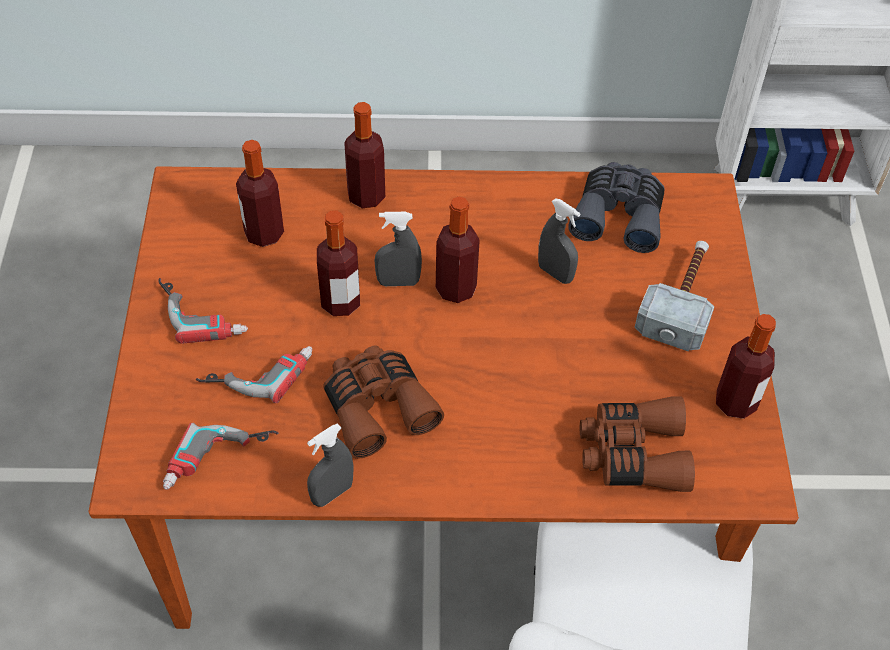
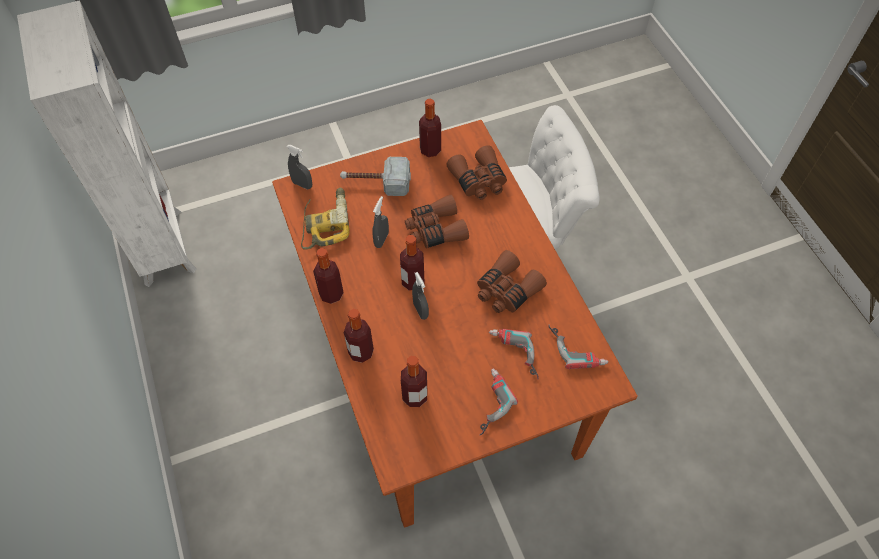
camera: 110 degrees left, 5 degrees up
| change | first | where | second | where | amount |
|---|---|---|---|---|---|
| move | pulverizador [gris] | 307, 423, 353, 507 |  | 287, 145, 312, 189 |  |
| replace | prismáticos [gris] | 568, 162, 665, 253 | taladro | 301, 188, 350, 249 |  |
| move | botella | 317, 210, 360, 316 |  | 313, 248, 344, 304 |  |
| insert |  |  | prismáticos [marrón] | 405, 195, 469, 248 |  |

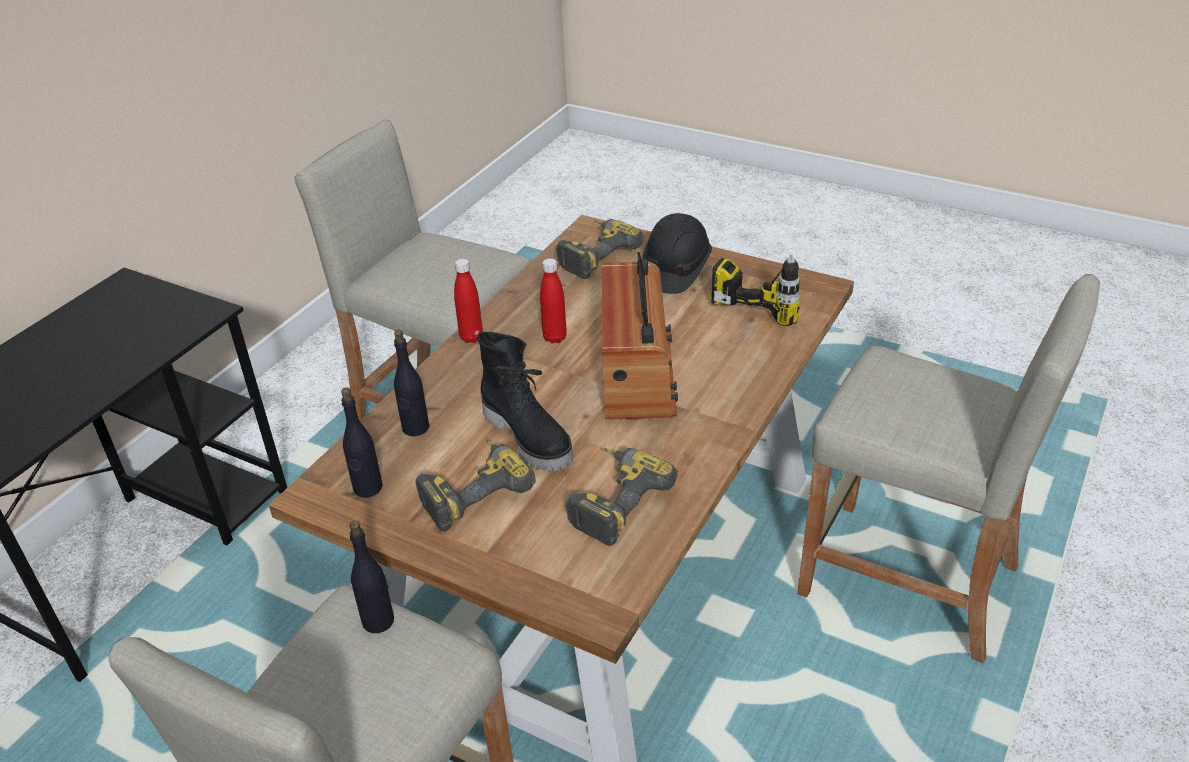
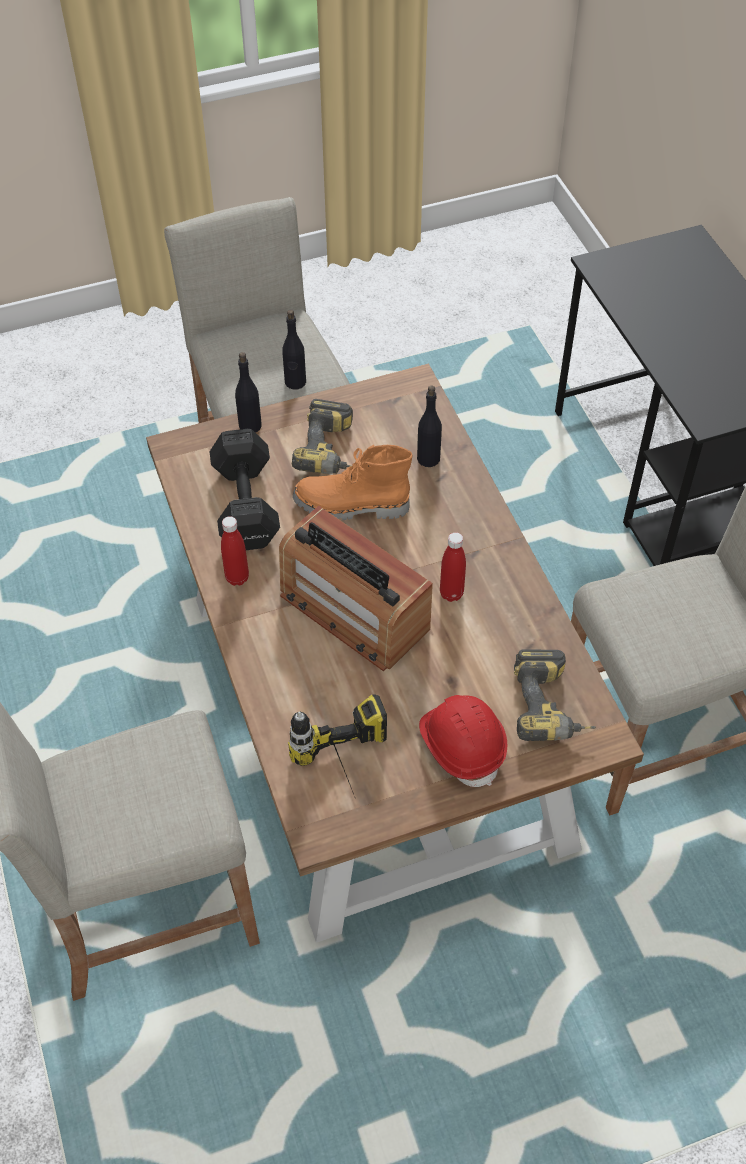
camera: 130 degrees right, 15 degrees up
| change | first | where | second | where | amount |
|---|---|---|---|---|---|
| replace | taladro | 566, 448, 678, 546 | mancuerna [negro] | 210, 429, 280, 550 |  |
| move | botella [rojo] | 454, 259, 483, 343 |  | 221, 516, 249, 586 |  |
| move | botella [negro] | 341, 388, 383, 498 |  | 235, 352, 262, 433 |  |
| recolor | bota [negro] | 477, 332, 573, 471 | bota [naranja] | 293, 445, 413, 520 |  |
| recolor | casco [negro] | 642, 213, 712, 294 | casco [rojo] | 419, 695, 507, 787 |  |

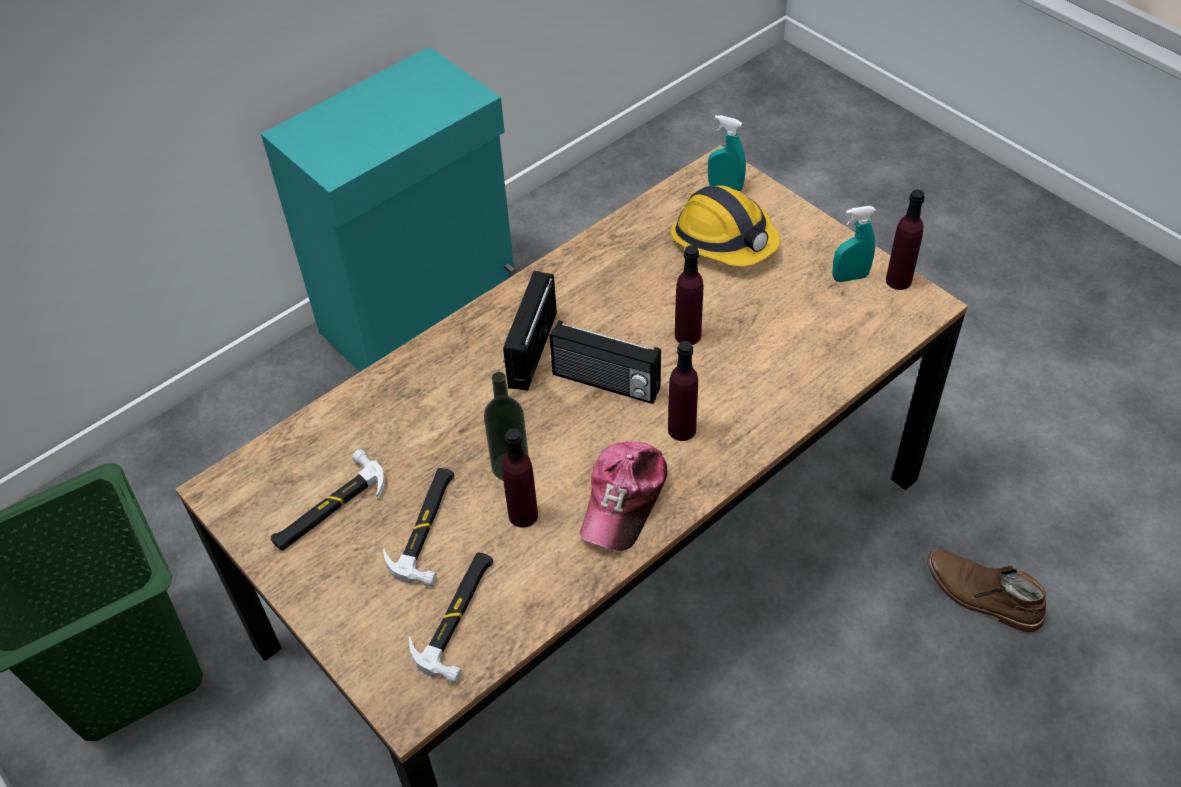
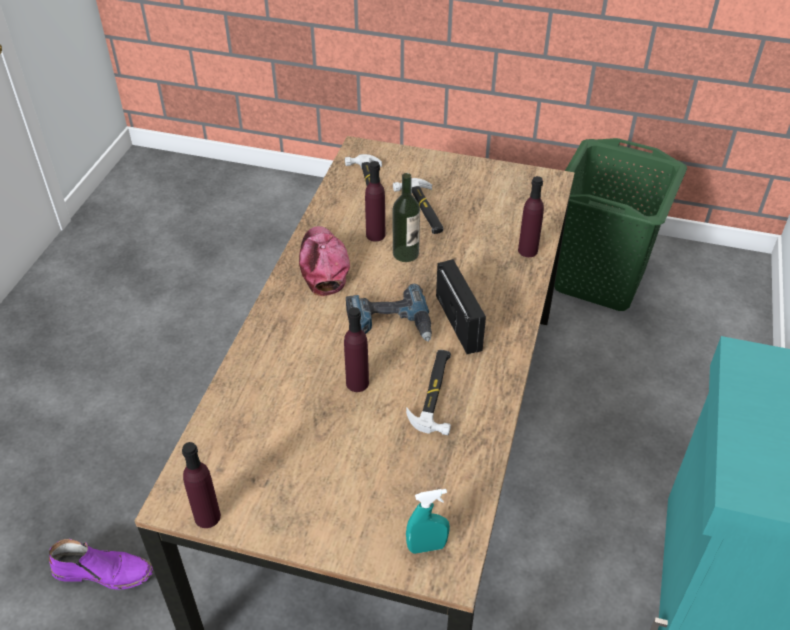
camera: 145 degrees right, 5 degrees down
| change | first | where | second | where | amount |
|---|---|---|---|---|---|
| recolor | bota [marrón] | 927, 549, 1046, 632 | bota [morado] | 49, 539, 153, 590 |  |
| replace | radio | 549, 320, 661, 404 | taladro | 346, 283, 432, 342 |  |
| move | martillo | 271, 449, 385, 550 |  | 406, 350, 451, 435 |  |
| move | botella [morado] | 668, 341, 698, 441 |  | 518, 176, 544, 257 |  |
| delete | casco | 670, 185, 780, 267 |  |  |  |
| delete | pulverizador [turquesa] | 832, 206, 876, 282 |  |  |  |

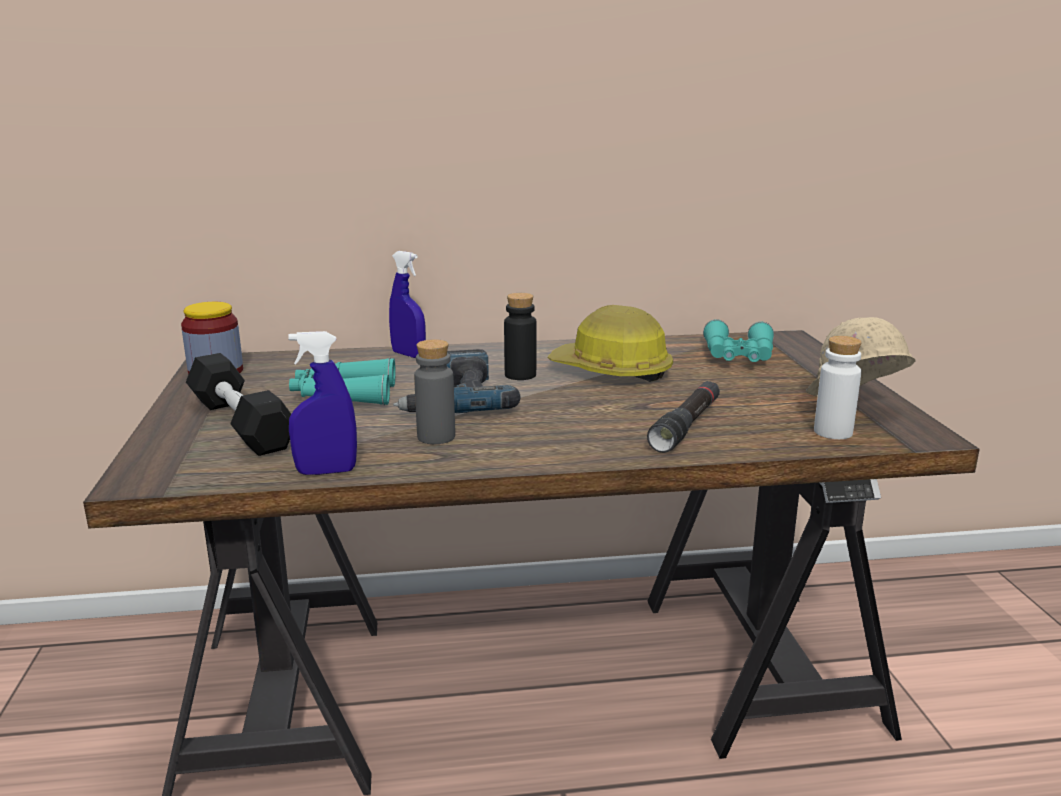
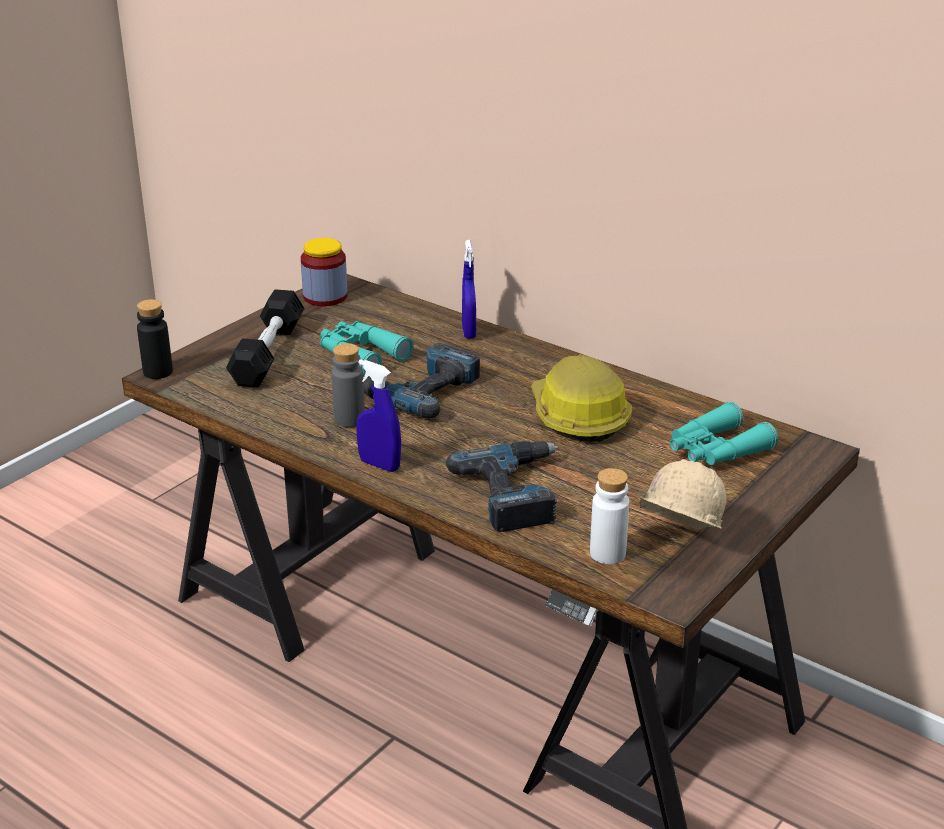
camera: 45 degrees right, 10 degrees up
| change | first | where | second | where | amount |
|---|---|---|---|---|---|
| move | botella [negro] | 504, 293, 537, 380 |  | 137, 299, 173, 379 |  |
| move | pulverizador [azul] | 288, 331, 357, 475 |  | 356, 359, 401, 472 |  |
| replace | linterna [negro] | 647, 381, 720, 453 | taladro | 446, 441, 558, 532 |  |

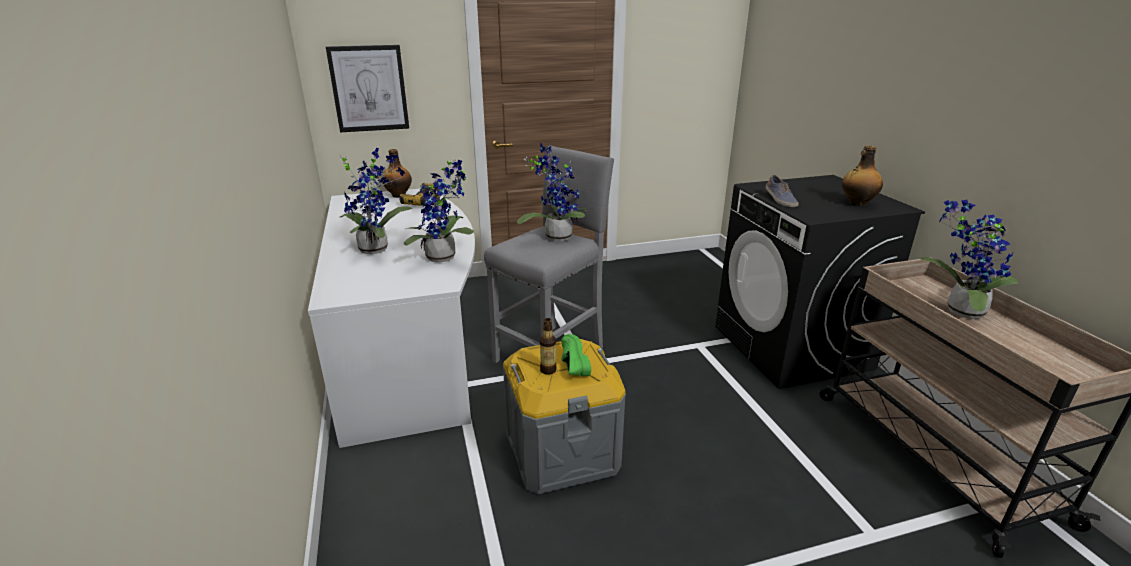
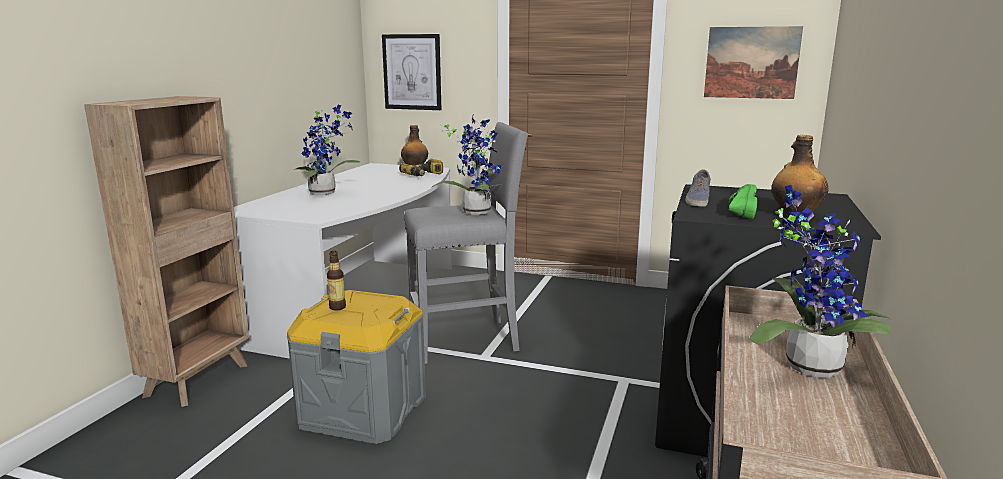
camera: 35 degrees right, 10 degrees down
| change | first | where | second | where | amount |
|---|---|---|---|---|---|
| insert |  |  | estantería [marrón] | 84, 96, 249, 407 |  |
| insert |  |  | cuadro | 704, 26, 803, 99 |  |
| move | zapato [verde] | 561, 334, 591, 376 |  | 729, 184, 758, 219 |  |
| delete | planta en maceta | 404, 158, 474, 262 |  |  |  |

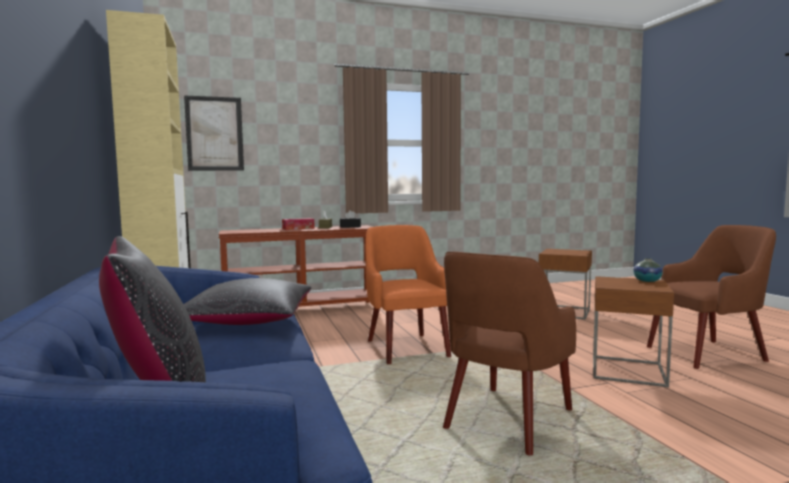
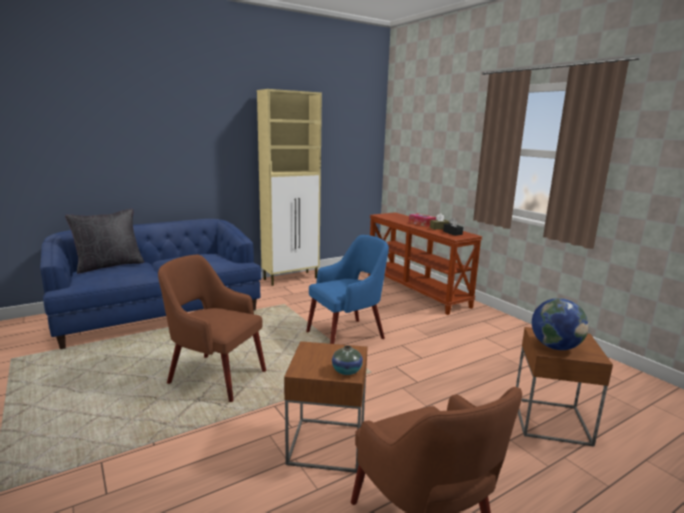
camera: 75 degrees right, 10 degrees up
| change | first | where | second | where | amount |
|---|---|---|---|---|---|
| recolor | sillón [naranja] | 365, 225, 451, 364 | sillón [azul] | 306, 235, 389, 344 |  |
| insert |  |  | globo terráqueo | 532, 298, 589, 350 |  |
| delete | cuadro | 184, 95, 244, 170 |  |  |  |
| delete | cojín [negro] | 184, 278, 311, 325 |  |  |  |

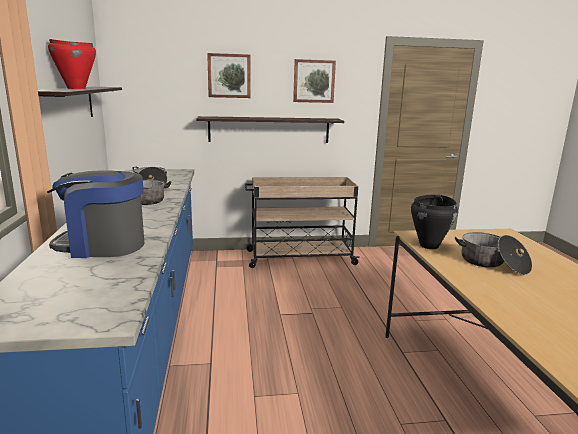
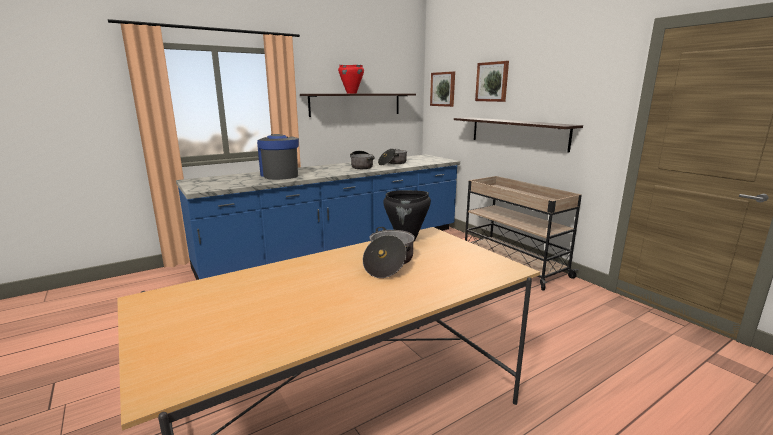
camera: 65 degrees right, 0 degrees up
| change | first | where | second | where | amount |
|---|---|---|---|---|---|
| move | cuadro | 293, 59, 336, 103 |  | 430, 71, 455, 107 |  |

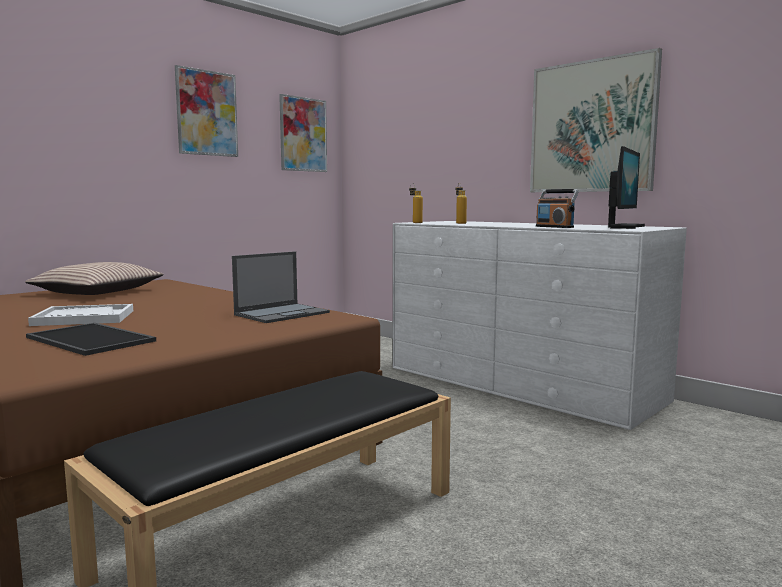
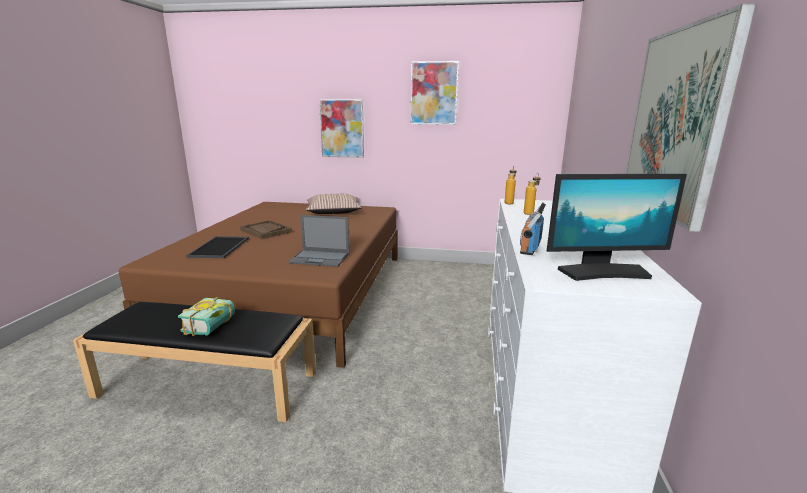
camera: 55 degrees right, 10 degrees up
| change | first | where | second | where | amount |
|---|---|---|---|---|---|
| insert |  |  | libro | 178, 297, 235, 336 |  |
| recolor | bandeja [blanco] | 28, 304, 133, 326 | bandeja [marrón] | 240, 220, 292, 239 |  |
| move | cuadro | 279, 94, 327, 172 |  | 319, 99, 364, 158 |  |

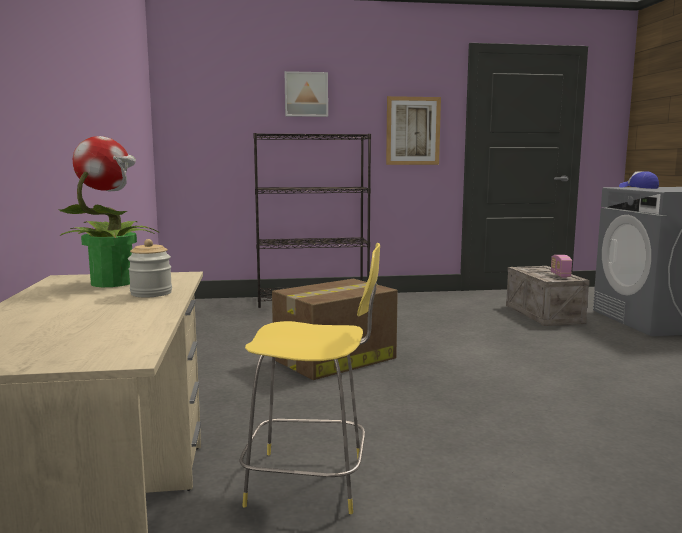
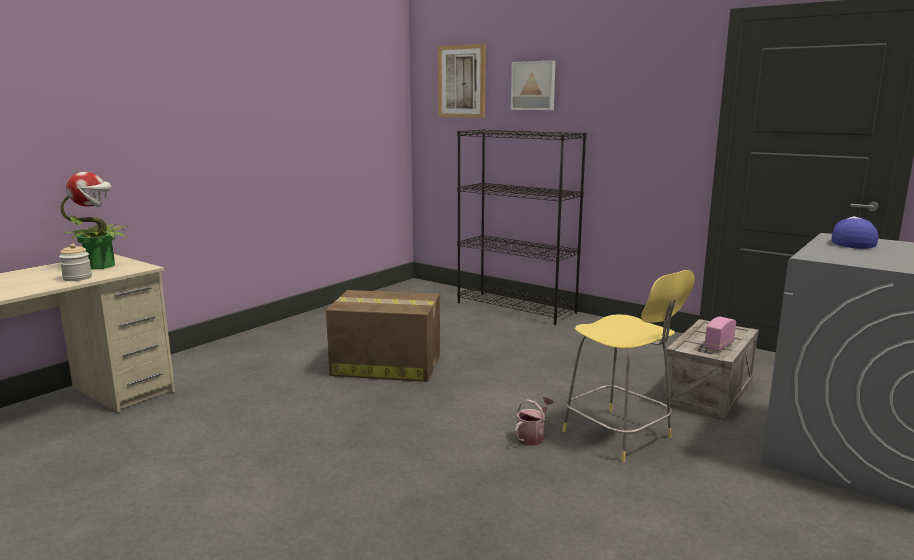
camera: 45 degrees right, 5 degrees up
| change | first | where | second | where | amount |
|---|---|---|---|---|---|
| move | cuadro | 386, 96, 441, 165 |  | 438, 44, 486, 118 |  |
| insert |  |  | regadera | 515, 397, 554, 446 |  |
| move | taburete [amarillo] | 239, 243, 380, 514 |  | 562, 270, 695, 462 |  |

